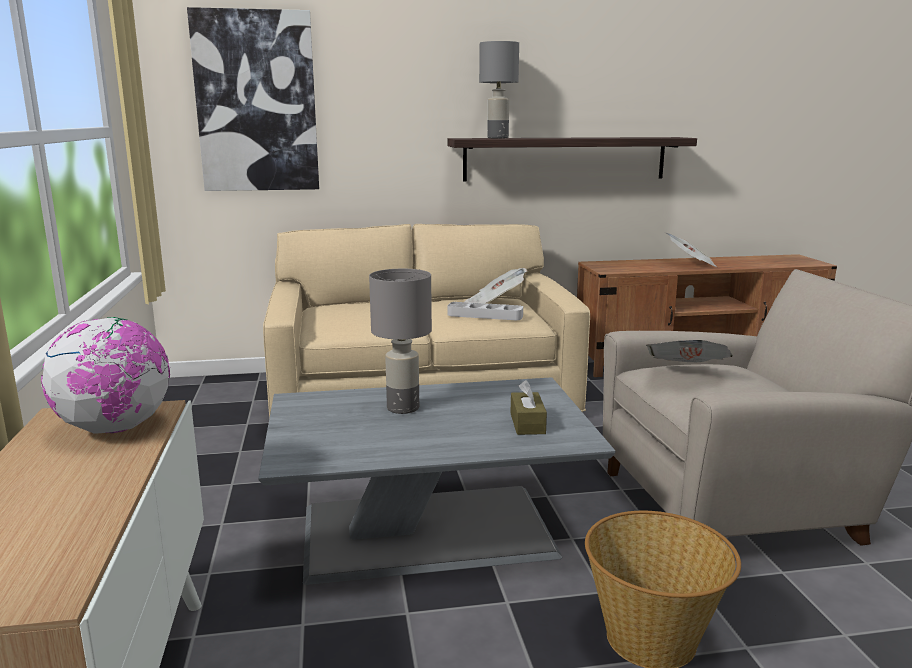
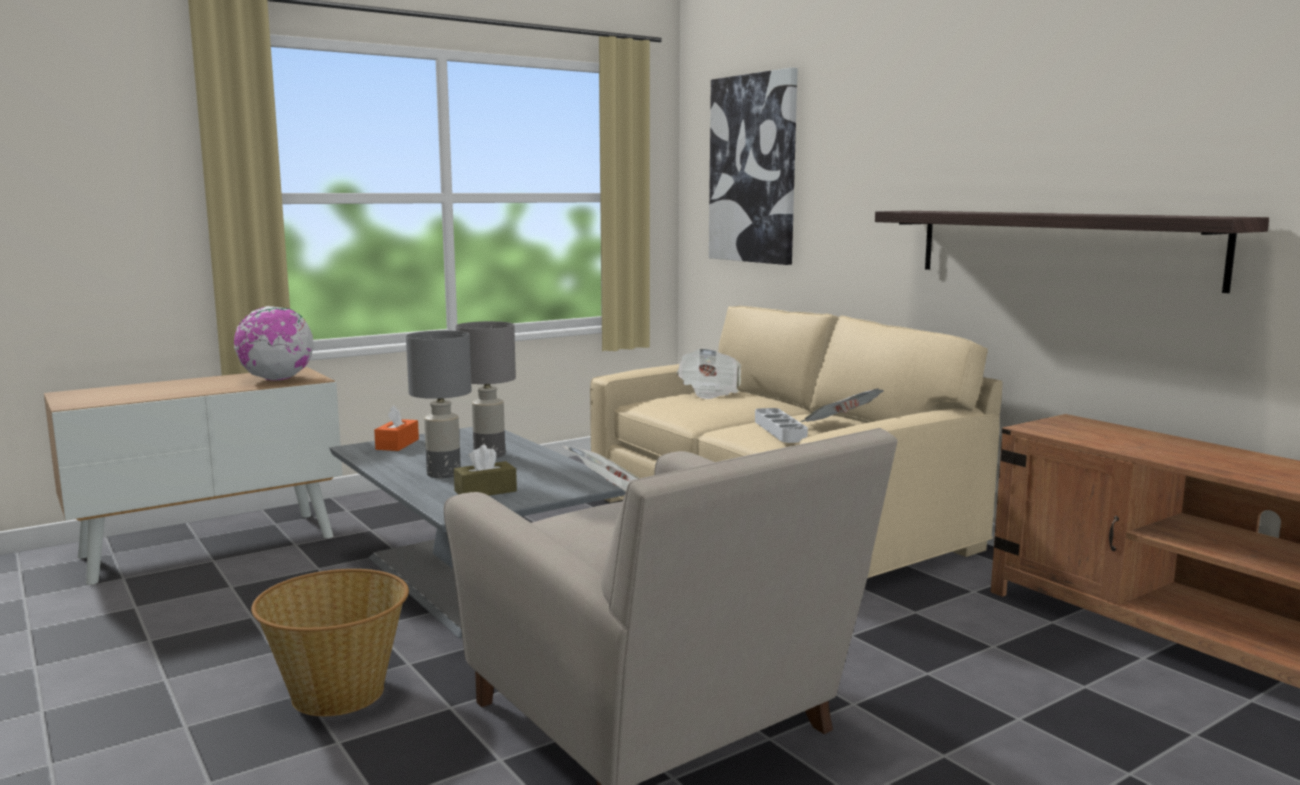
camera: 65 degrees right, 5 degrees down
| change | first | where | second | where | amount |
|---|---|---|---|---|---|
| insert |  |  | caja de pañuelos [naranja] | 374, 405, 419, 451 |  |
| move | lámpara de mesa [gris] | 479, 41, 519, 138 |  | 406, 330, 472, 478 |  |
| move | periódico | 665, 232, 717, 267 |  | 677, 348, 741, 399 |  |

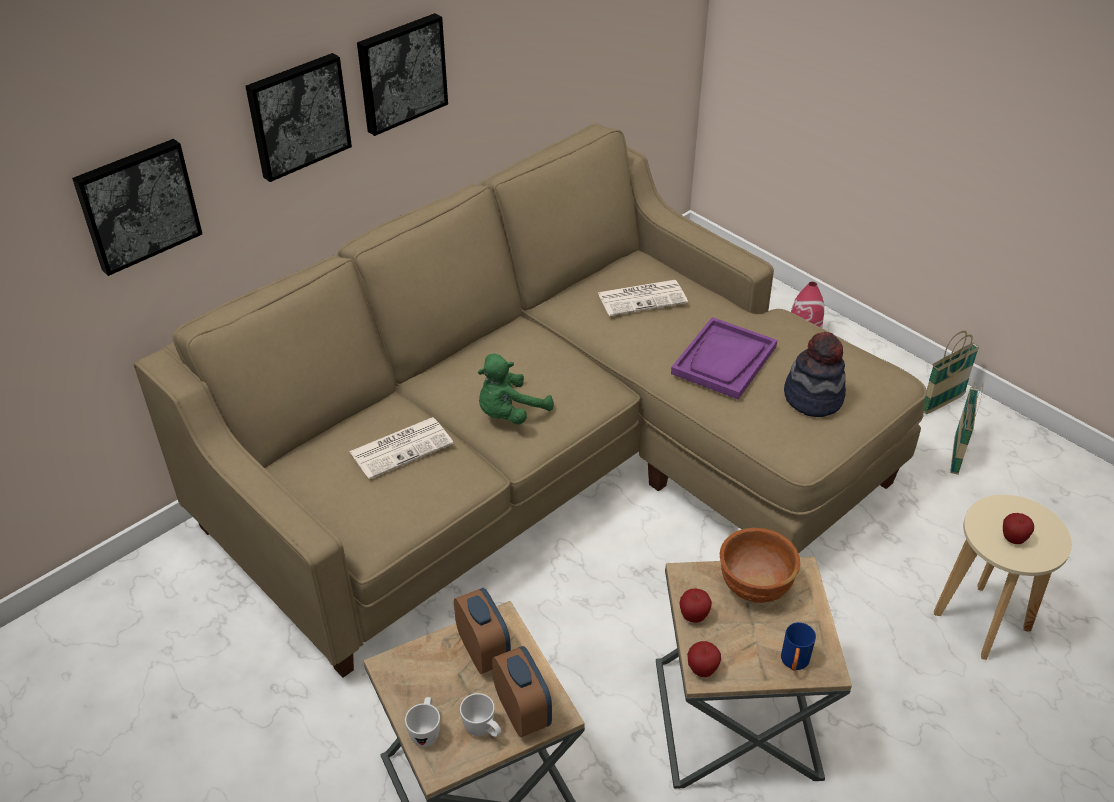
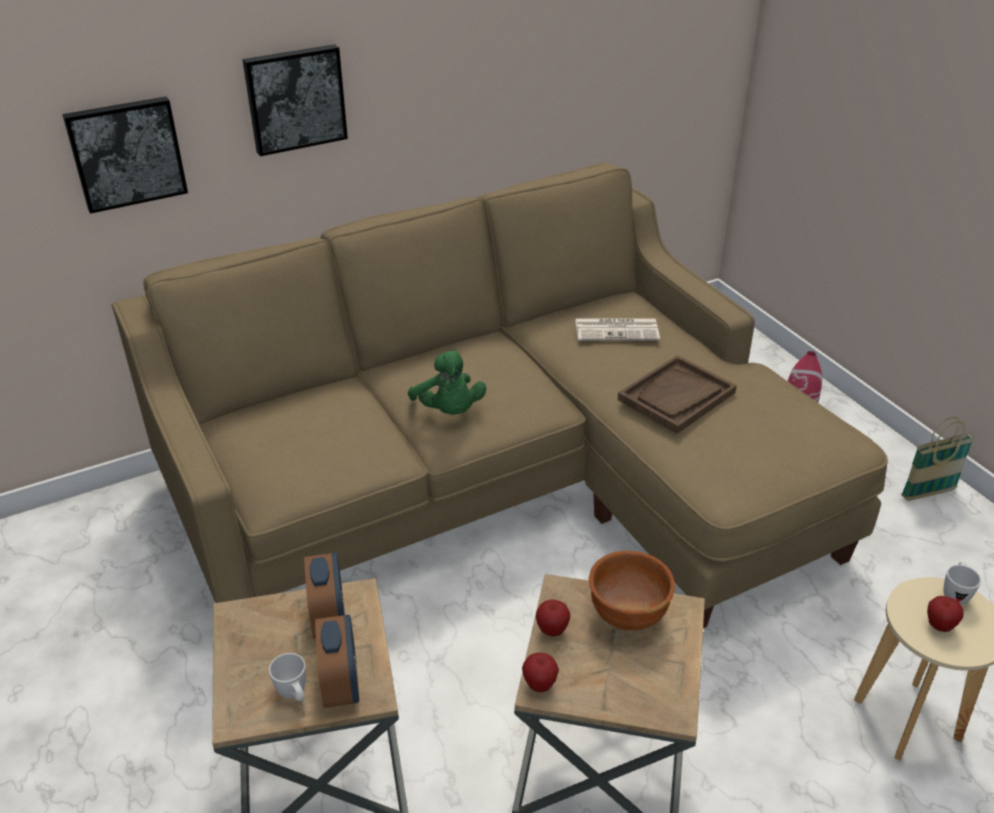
camera: 15 degrees right, 5 degrees down
| change | first | where | second | where | amount |
|---|---|---|---|---|---|
| rotate | peluche [verde] | 478, 354, 554, 425 |  | 408, 350, 486, 415 | 90 degrees counterclockwise |
| recolor | bandeja [morado] | 671, 317, 777, 399 | bandeja [marrón] | 618, 355, 737, 434 |  |
| move | taza grande [blanco] | 405, 697, 440, 747 |  | 944, 562, 981, 605 |  |
| delete | periódico | 349, 417, 454, 479 |  |  |  |
| delete | cuadro | 357, 13, 448, 136 |  |  |  |
| delete | taza grande [azul] | 781, 622, 816, 671 |  |  |  |
| delete | sombrero | 784, 332, 846, 417 |  |  |  |
| delete | cesta | 950, 382, 983, 475 |  |  |  |

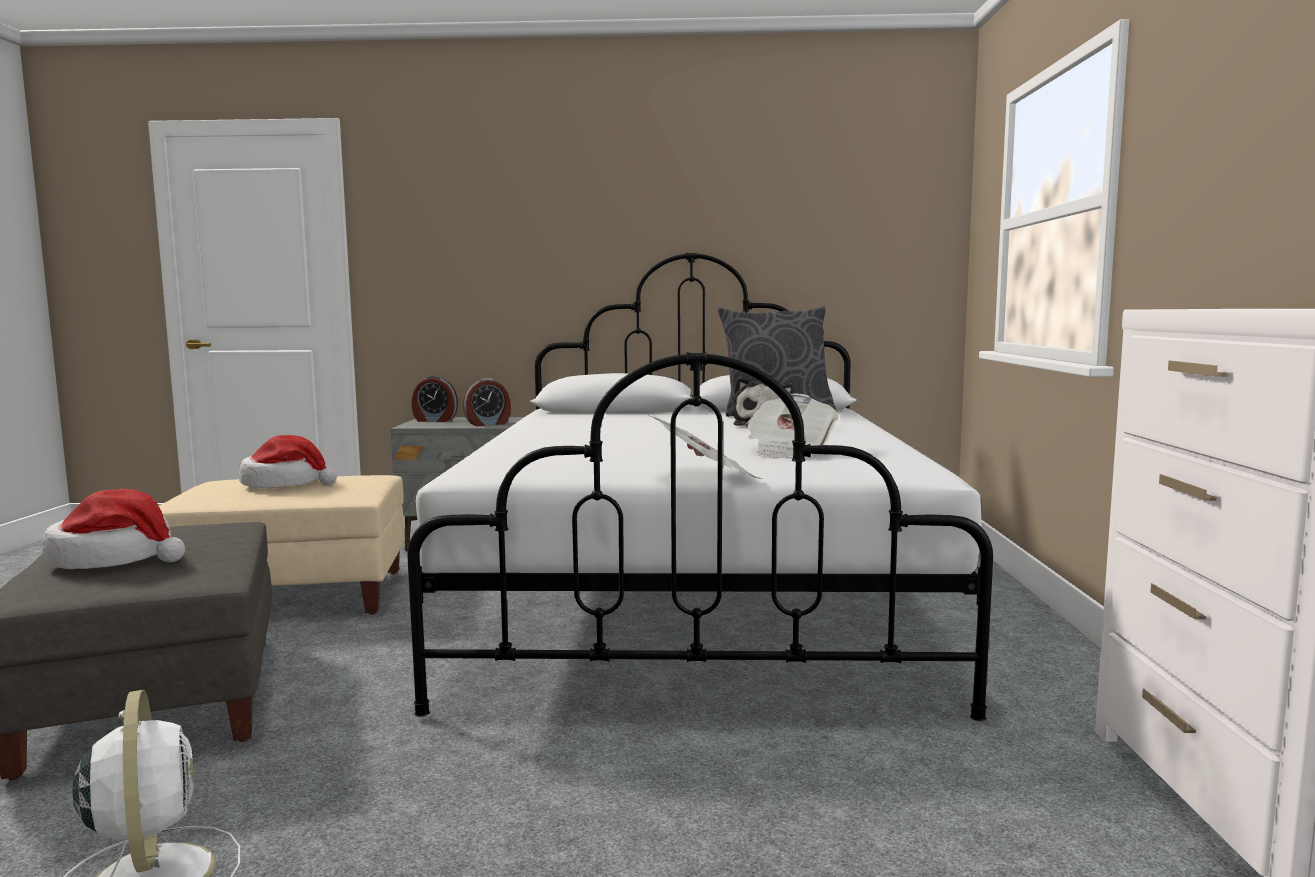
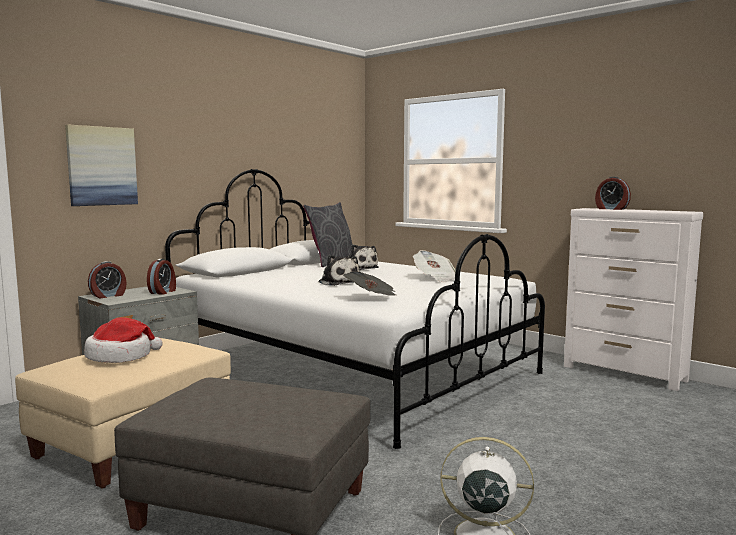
camera: 50 degrees left, 0 degrees up
| change | first | where | second | where | amount |
|---|---|---|---|---|---|
| insert |  |  | cuadro | 65, 124, 138, 206 |  |
| insert |  |  | peluche | 319, 255, 359, 286 |  |
| move | periódico | 647, 415, 762, 479 |  | 343, 271, 396, 296 |  |
| insert |  |  | despertador | 595, 177, 631, 210 |  |
| delete | sombrero | 42, 489, 185, 569 |  |  |  |

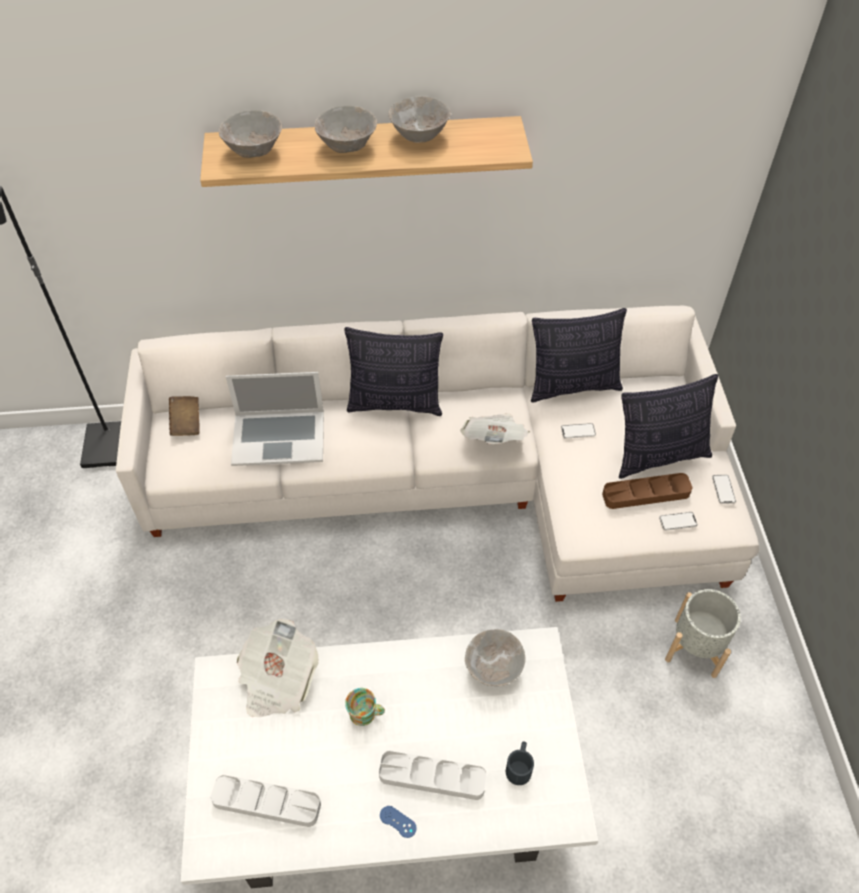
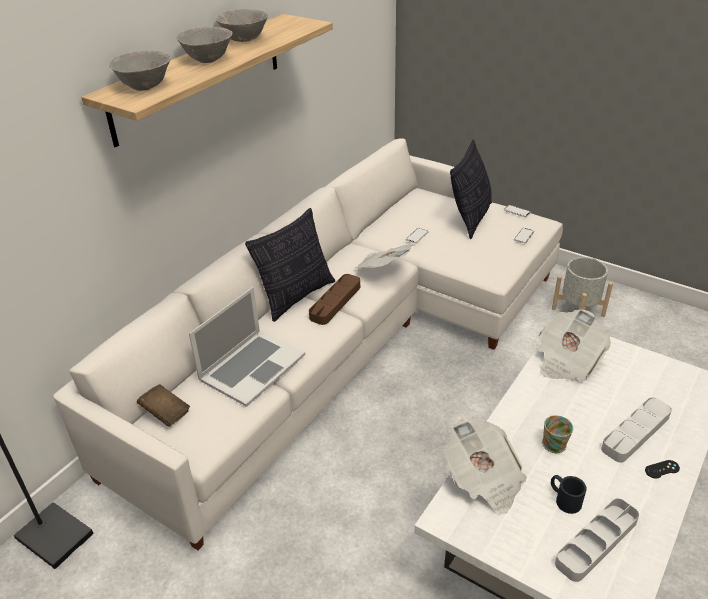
camera: 50 degrees left, 15 degrees down
| change | first | where | second | where | amount |
|---|---|---|---|---|---|
| move | bandeja [marrón] | 602, 473, 692, 509 |  | 309, 274, 360, 325 |  |
| replace | cuenco [gris] | 465, 629, 526, 686 | periódico | 538, 309, 611, 381 |  |
| move | taza grande [negro] | 506, 742, 534, 785 |  | 551, 475, 587, 514 |  |
| recolor | mando de consola [azul] | 380, 806, 417, 838 | mando de consola [negro] | 645, 460, 680, 479 |  |
| delete | cojín | 531, 308, 627, 403 |  |  |  |

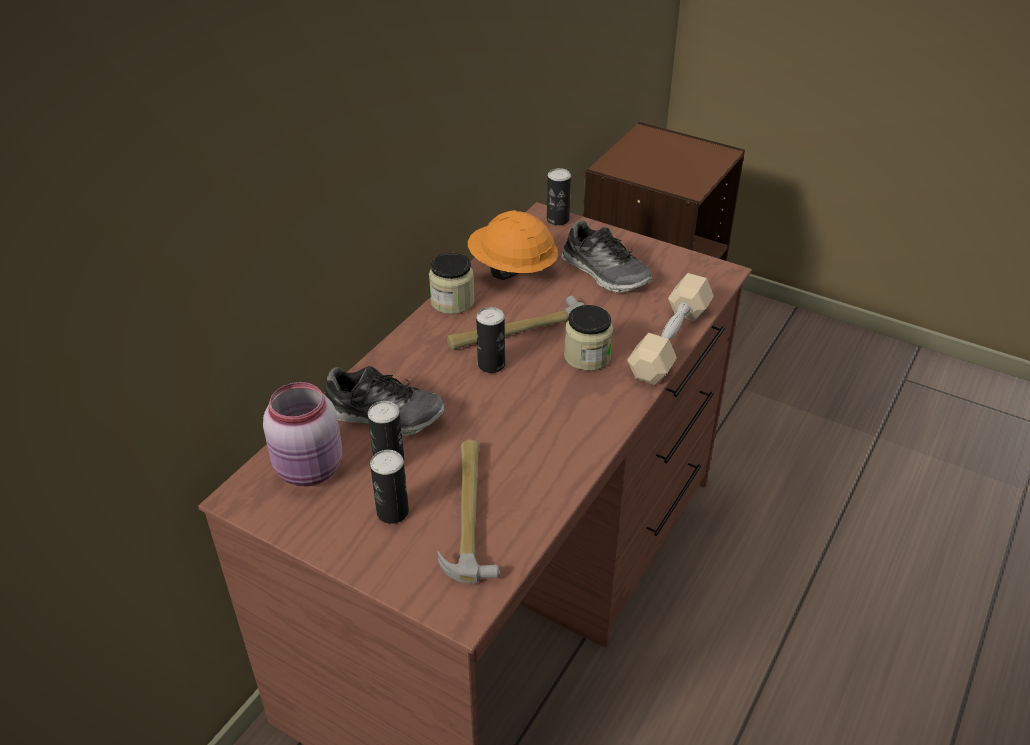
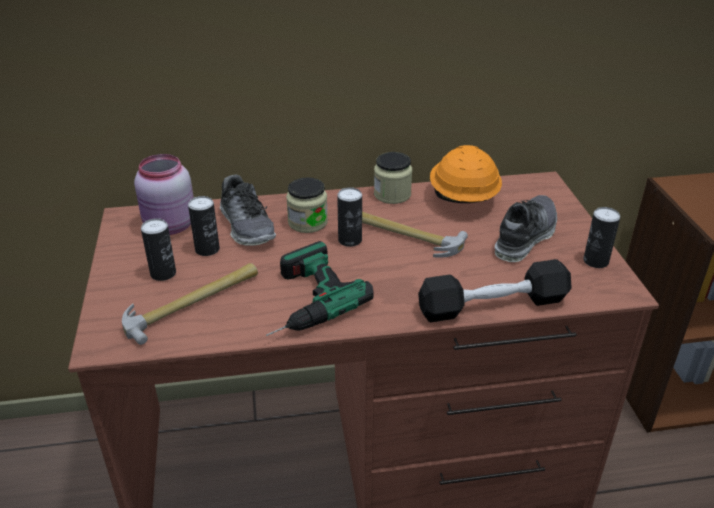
camera: 50 degrees right, 5 degrees down
| change | first | where | second | where | amount |
|---|---|---|---|---|---|
| insert |  |  | taladro | 266, 241, 374, 336 |  |
| move | tarro | 564, 305, 613, 371 |  | 286, 177, 328, 233 |  |
| recolor | mancuerna [beis] | 627, 273, 714, 385 | mancuerna [negro] | 418, 259, 572, 323 |  |
| rotate | zapato | 561, 221, 653, 292 |  | 495, 195, 557, 262 | 150 degrees counterclockwise |
| move | lata | 547, 168, 571, 225 |  | 583, 207, 620, 268 |  |

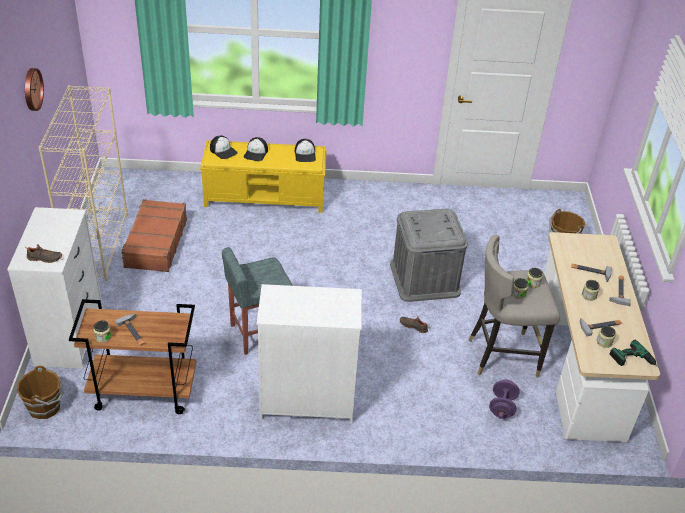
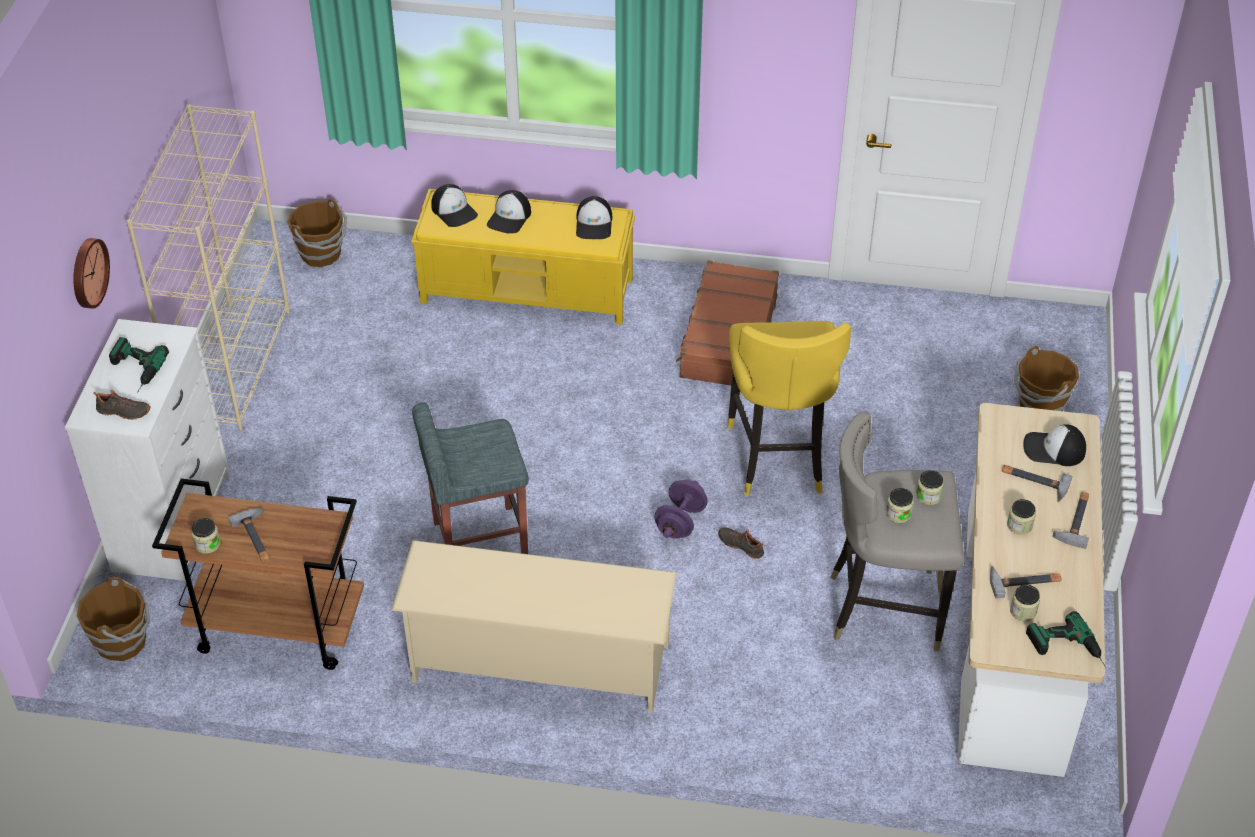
camera: 10 degrees right, 5 degrees up
| change | first | where | second | where | amount |
|---|---|---|---|---|---|
| move | reloj de pared | 25, 68, 44, 111 |  | 73, 238, 110, 309 |  |
| insert |  |  | taladro | 109, 337, 169, 392 |  |
| insert |  |  | cubo [marrón] | 287, 198, 347, 267 |  |
| replace | cómoda [blanco] | 257, 284, 362, 424 | zapatero [beis] | 391, 540, 677, 713 |  |
| move | mancuerna [morado] | 489, 380, 520, 419 |  | 654, 480, 708, 539 |  |
| move | maleta [marrón] | 121, 199, 187, 272 |  | 676, 260, 779, 386 |  |
| replace | caja de almacenaje [gris] | 390, 208, 468, 302 | taburete [amarillo] | 727, 321, 851, 496 |  |
| insert |  |  | gorra | 1024, 424, 1086, 466 |  |

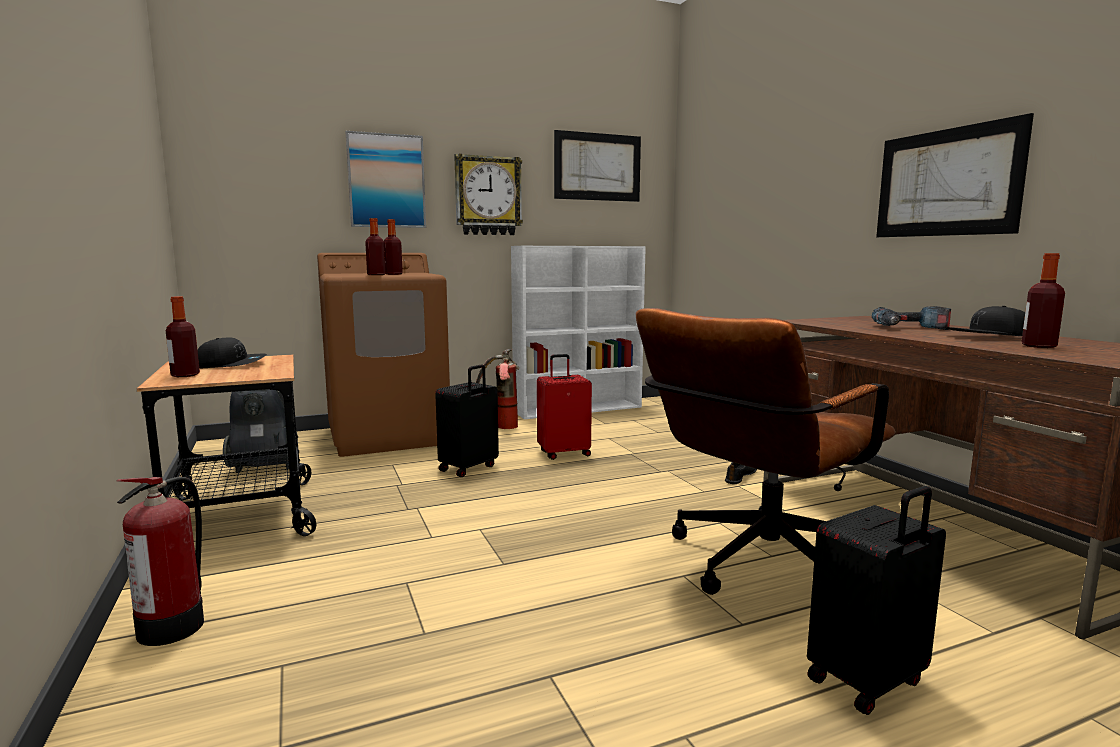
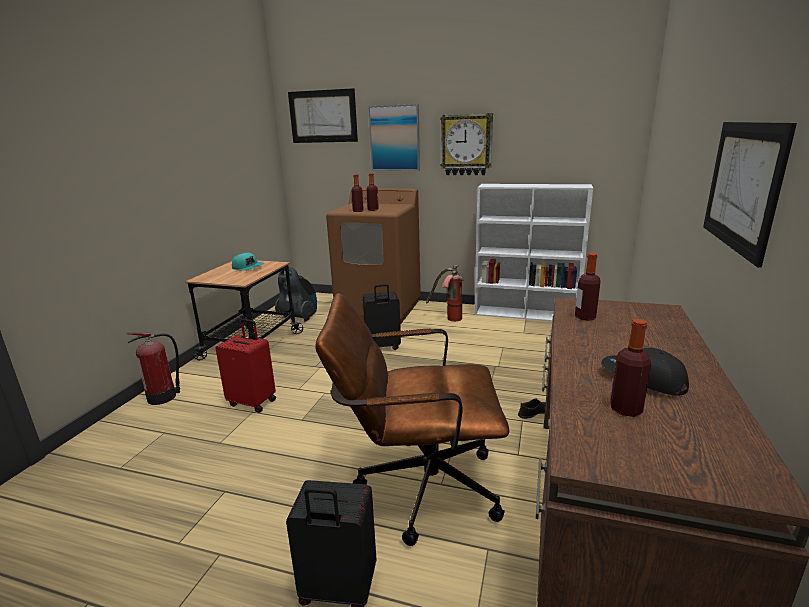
camera: 40 degrees right, 10 degrees up
| change | first | where | second | where | amount |
|---|---|---|---|---|---|
| move | maleta [rojo] | 537, 354, 592, 460 |  | 215, 319, 276, 413 |  |
| recolor | gorra [negro] | 197, 337, 267, 368 | gorra [turquesa] | 232, 253, 264, 271 |  |
| move | cuadro | 554, 130, 641, 202 |  | 288, 88, 358, 143 |  |
| move | botella | 166, 296, 200, 377 |  | 575, 253, 601, 321 |  |
| delete | taladro | 872, 306, 951, 330 |  |  |  |

